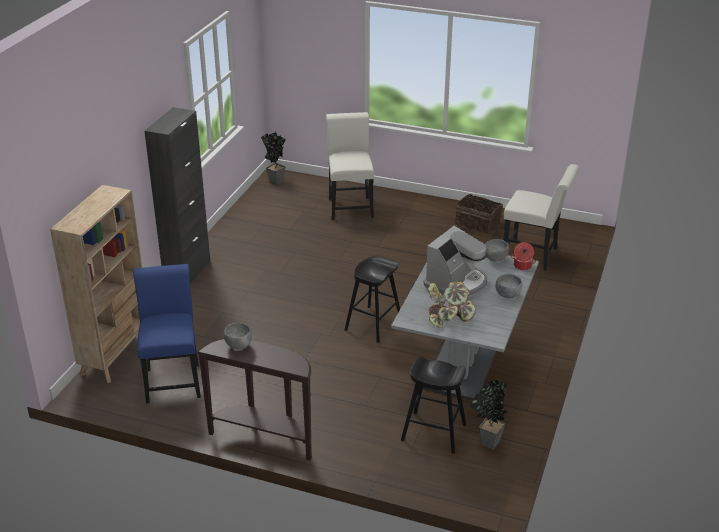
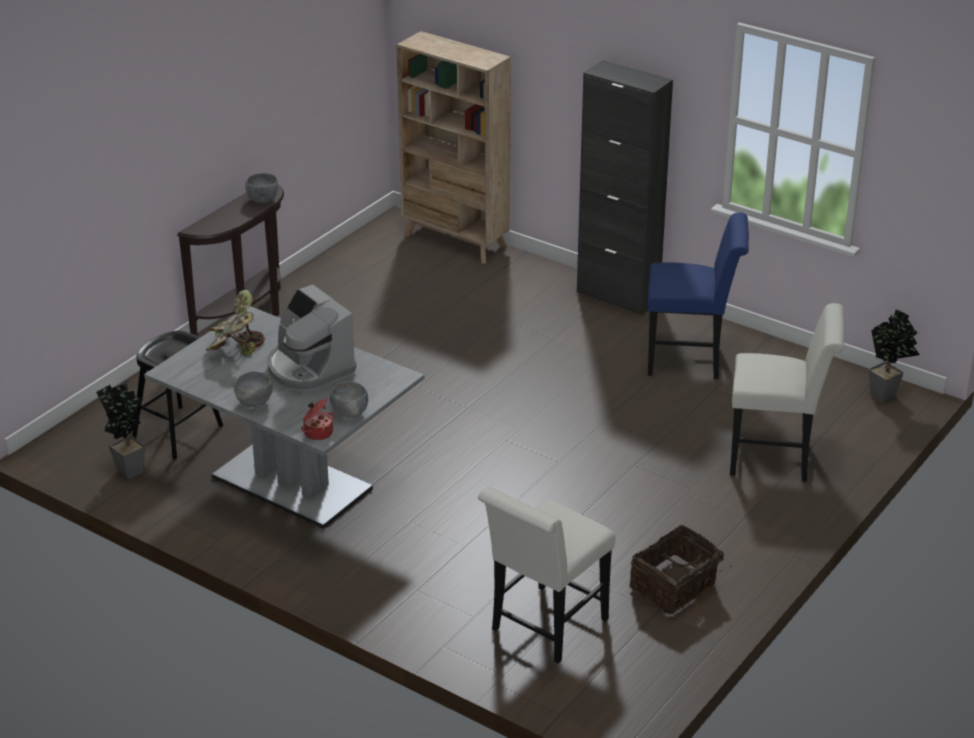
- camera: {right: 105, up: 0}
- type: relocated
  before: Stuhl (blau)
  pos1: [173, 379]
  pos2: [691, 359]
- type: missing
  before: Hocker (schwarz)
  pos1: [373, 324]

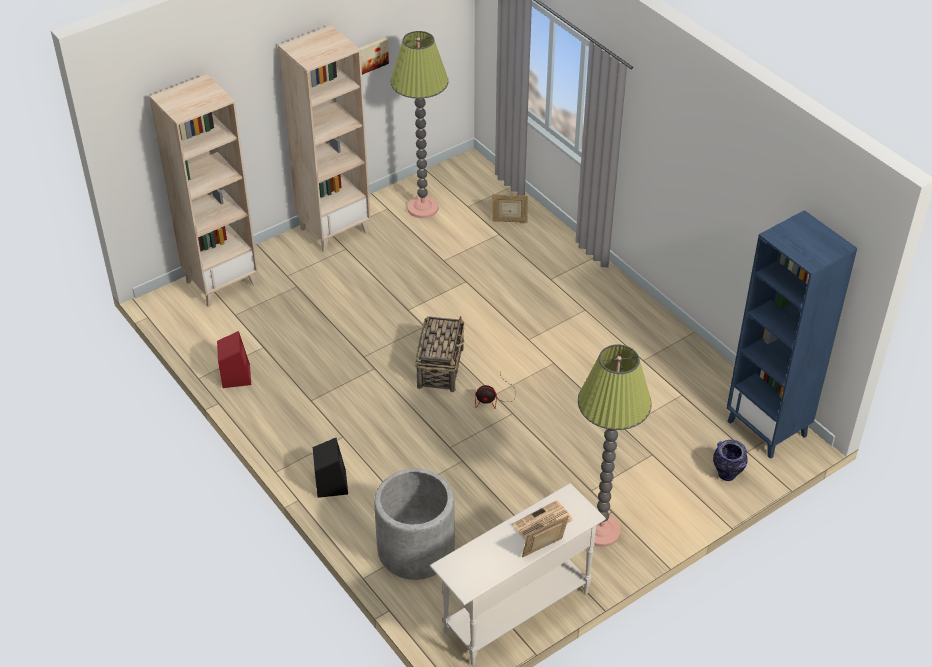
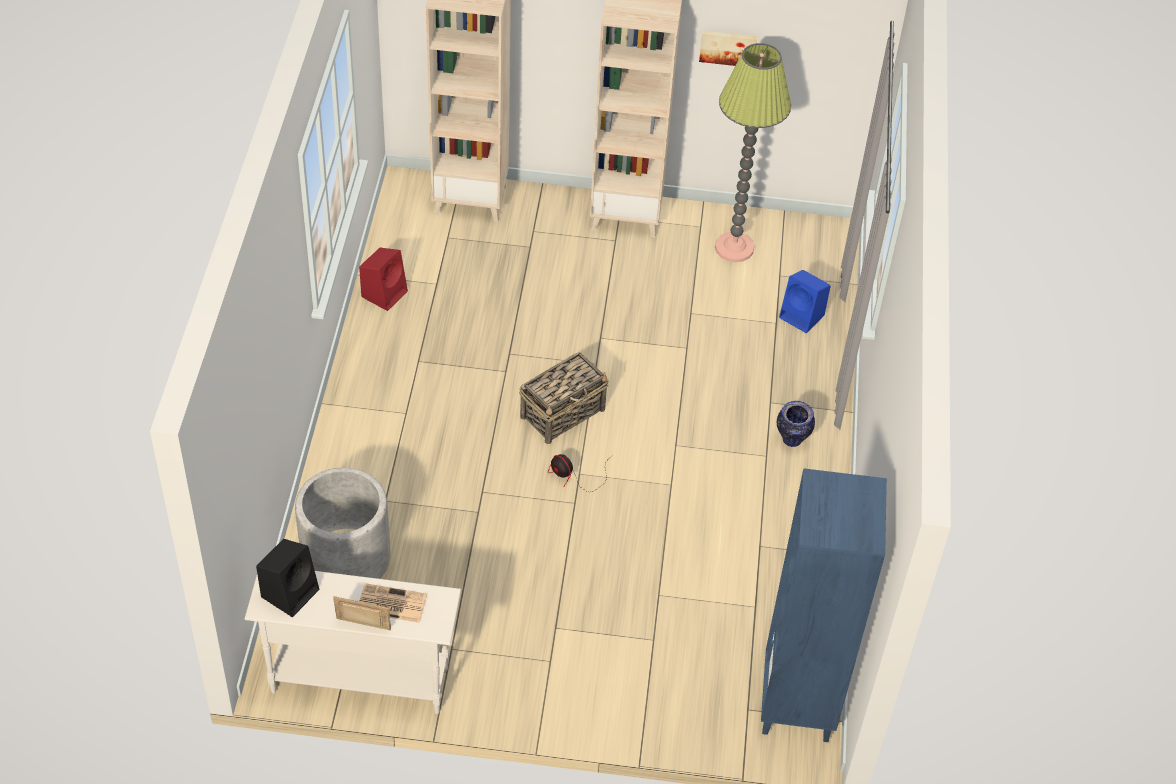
- camera: {right: 40, up: 5}
- type: relocated
  before: Lautsprecher (schwarz)
  pos1: [331, 483]
  pos2: [290, 592]
- type: relocated
  before: Vase
  pos1: [727, 475]
  pos2: [792, 440]
- type: exchanged
  before: Bilderrahmen
  after: Lautsprecher (blau)
  pos1: [509, 220]
  pos2: [803, 316]
- type: missing
  before: Stehlampe
  pos1: [601, 531]

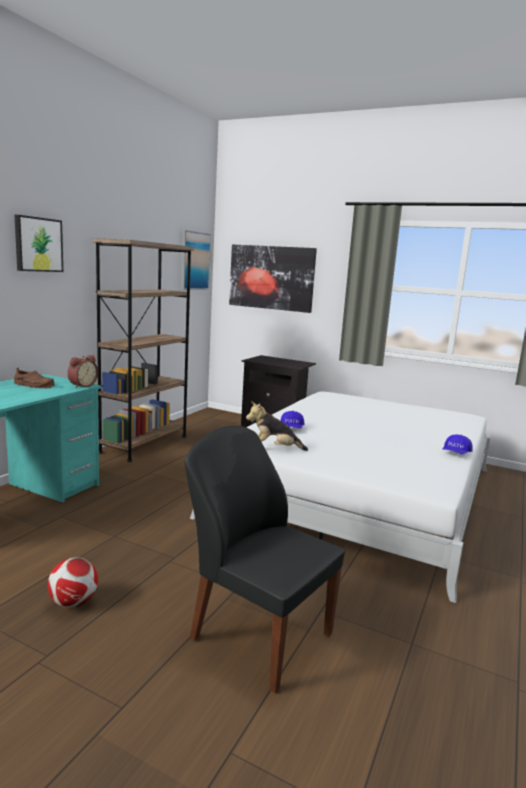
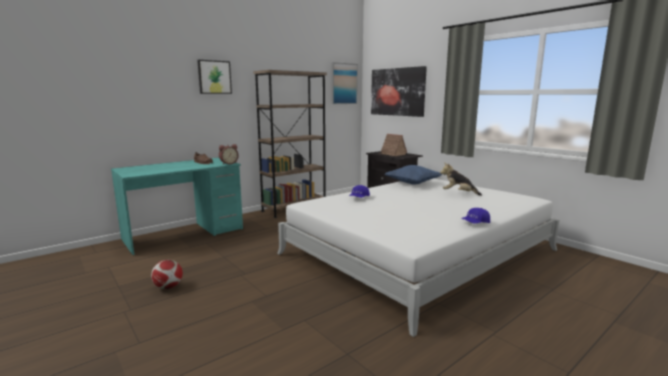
- camera: {right: 25, up: 0}
- type: appeared
  after: Spielzeughaus
  pos2: [392, 154]
- type: appeared
  after: Kissen (blau)
  pos2: [412, 183]
- type: relocated
  before: Plüschtier
  pos1: [274, 449]
  pos2: [458, 193]
- type: missing
  before: Stuhl (schwarz)
  pos1: [258, 634]

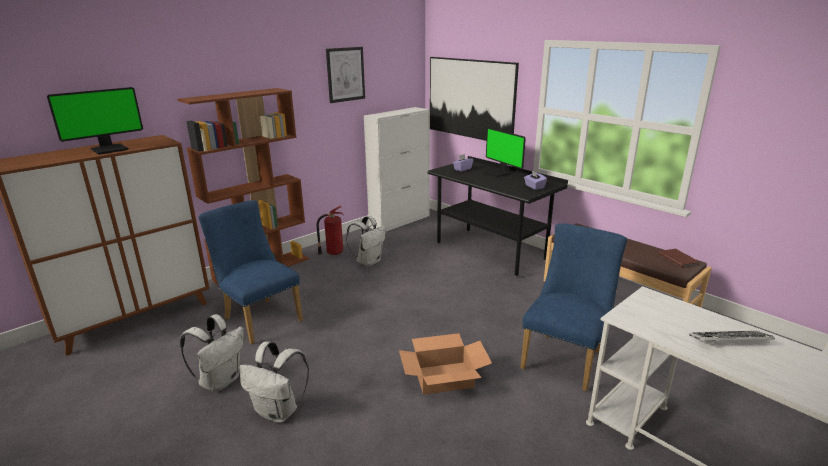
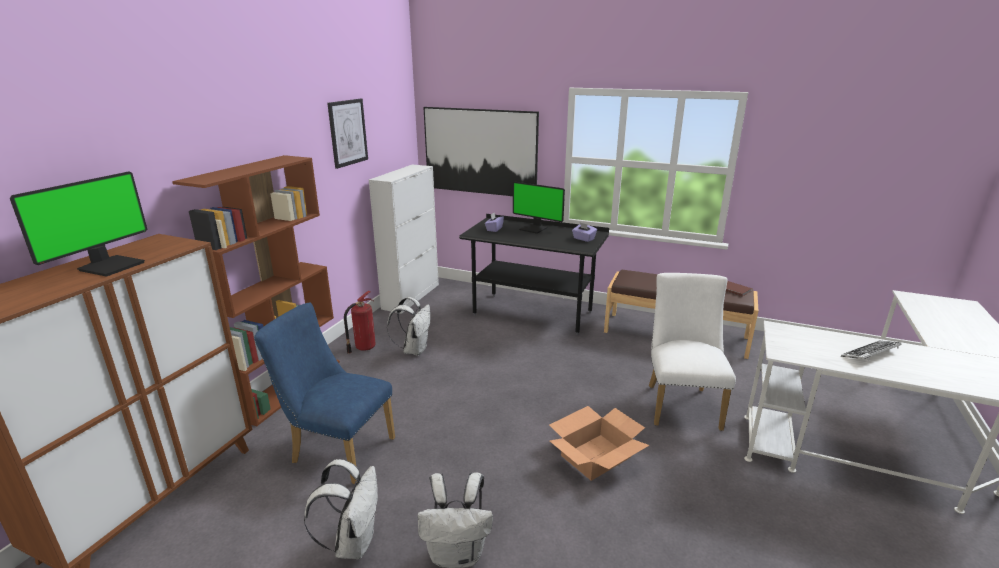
- camera: {right: -25, up: 0}
- type: colour
  before: Stuhl (blau)
  after: Stuhl (weiß)
  pos1: [565, 357]
  pos2: [681, 403]

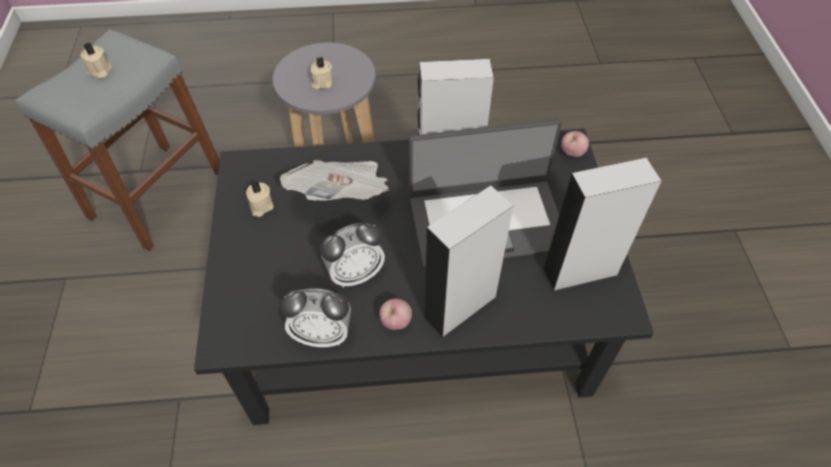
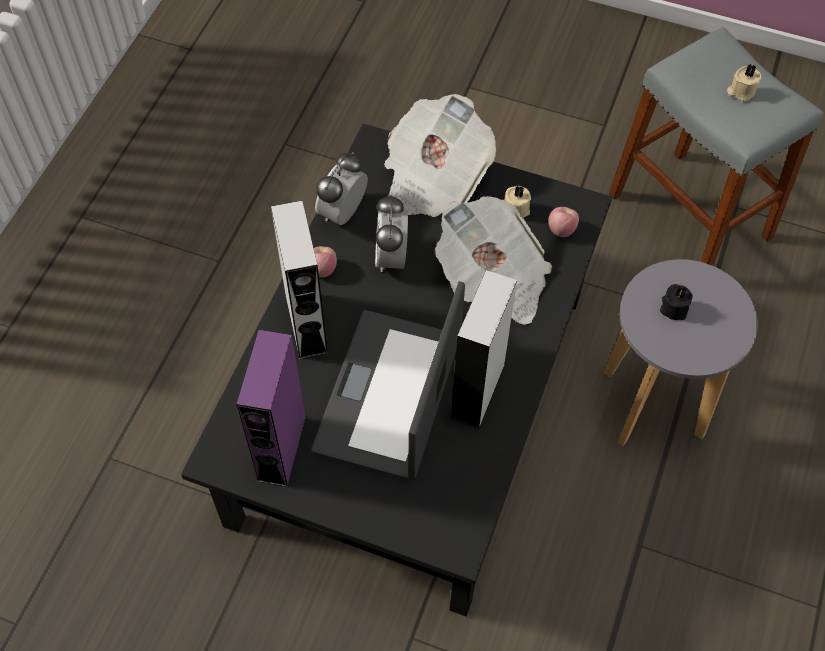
- camera: {right: 115, up: 5}
- type: colour
  before: Lautsprecher (grau)
  after: Lautsprecher (lila)
  pos1: [580, 272]
  pos2: [281, 448]
- type: appeared
  after: Zeitung
  pos2: [433, 179]
- type: relocated
  before: Apfel
  pos1: [572, 153]
  pos2: [561, 229]
- type: colour
  before: Kerze (beige)
  after: Kerze (schwarz)
  pos1: [322, 82]
  pos2: [673, 307]

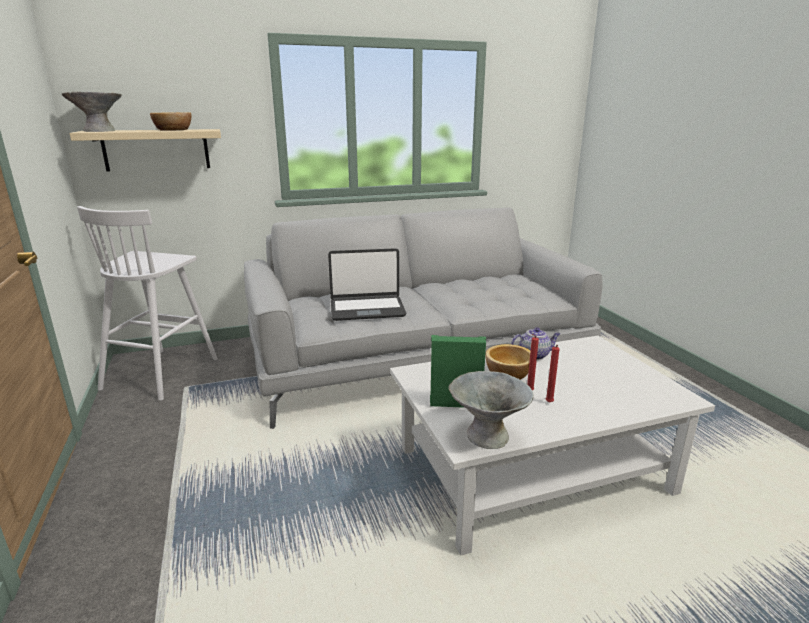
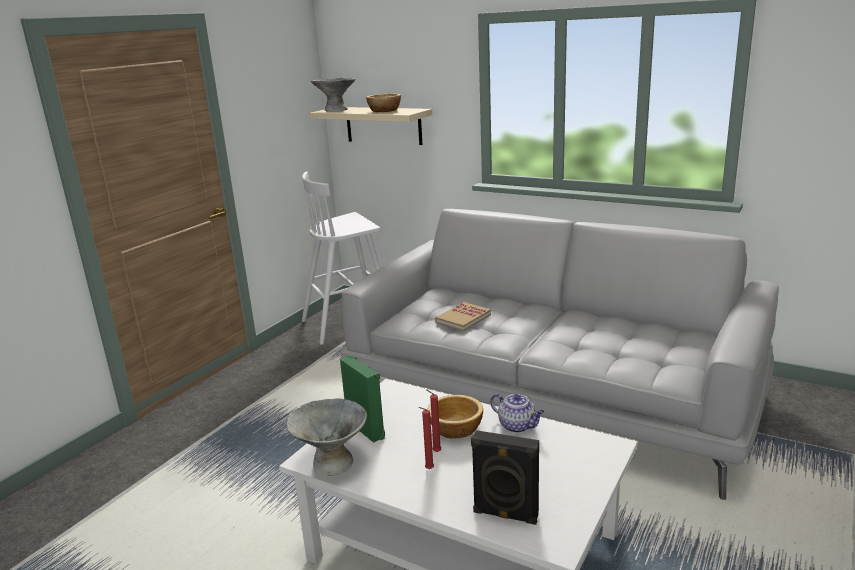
- camera: {right: 50, up: 0}
- type: exchanged
  before: Laptop
  after: Buch
  pos1: [367, 309]
  pos2: [463, 318]
- type: appeared
  after: Lautsprecher (schwarz)
  pos2: [505, 515]

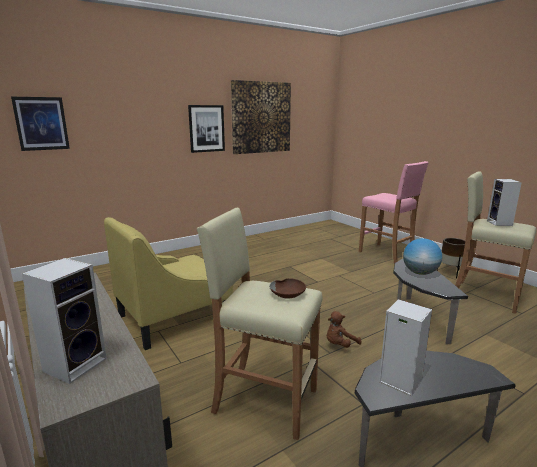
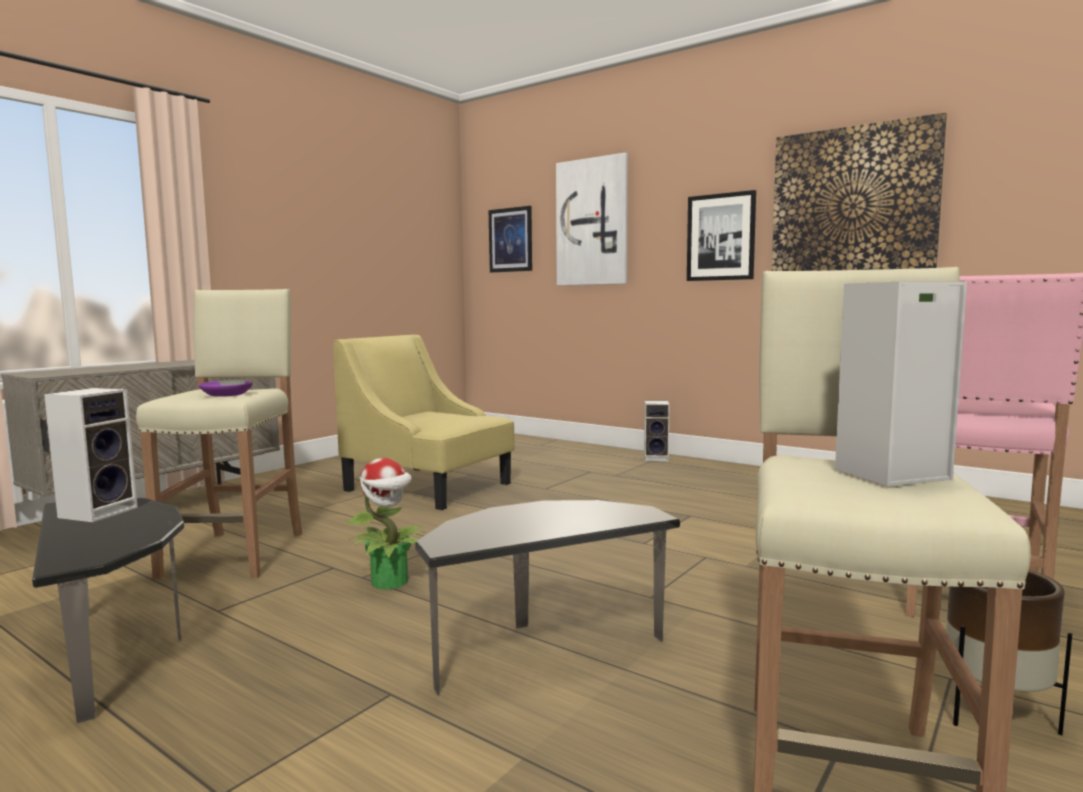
- camera: {right: 70, up: -10}
- type: colour
  before: Schüssel (braun)
  after: Schüssel (lila)
  pos1: [288, 293]
  pos2: [226, 394]
- type: exchanged
  before: Plüschtier (braun)
  after: Topfpflanze
  pos1: [340, 345]
  pos2: [391, 582]
- type: appeared
  after: Bild
  pos2: [592, 222]
- type: relocated
  before: Lautsprecher
  pos1: [76, 363]
  pos2: [657, 458]
- type: missing
  before: Globus
  pos1: [420, 273]

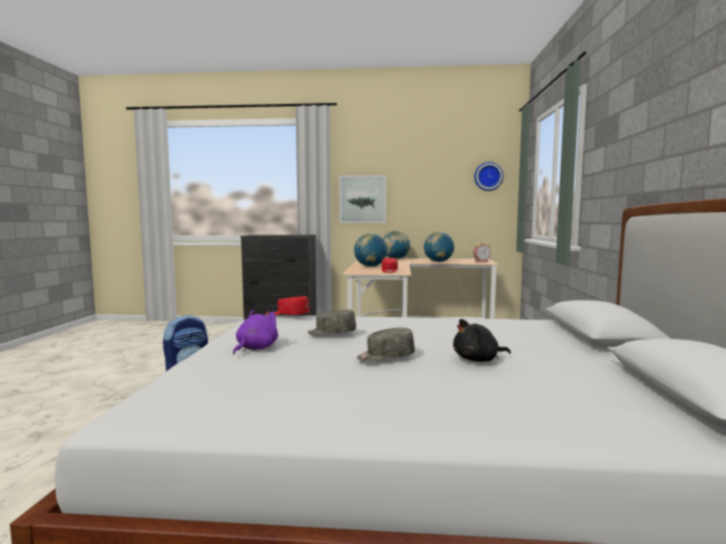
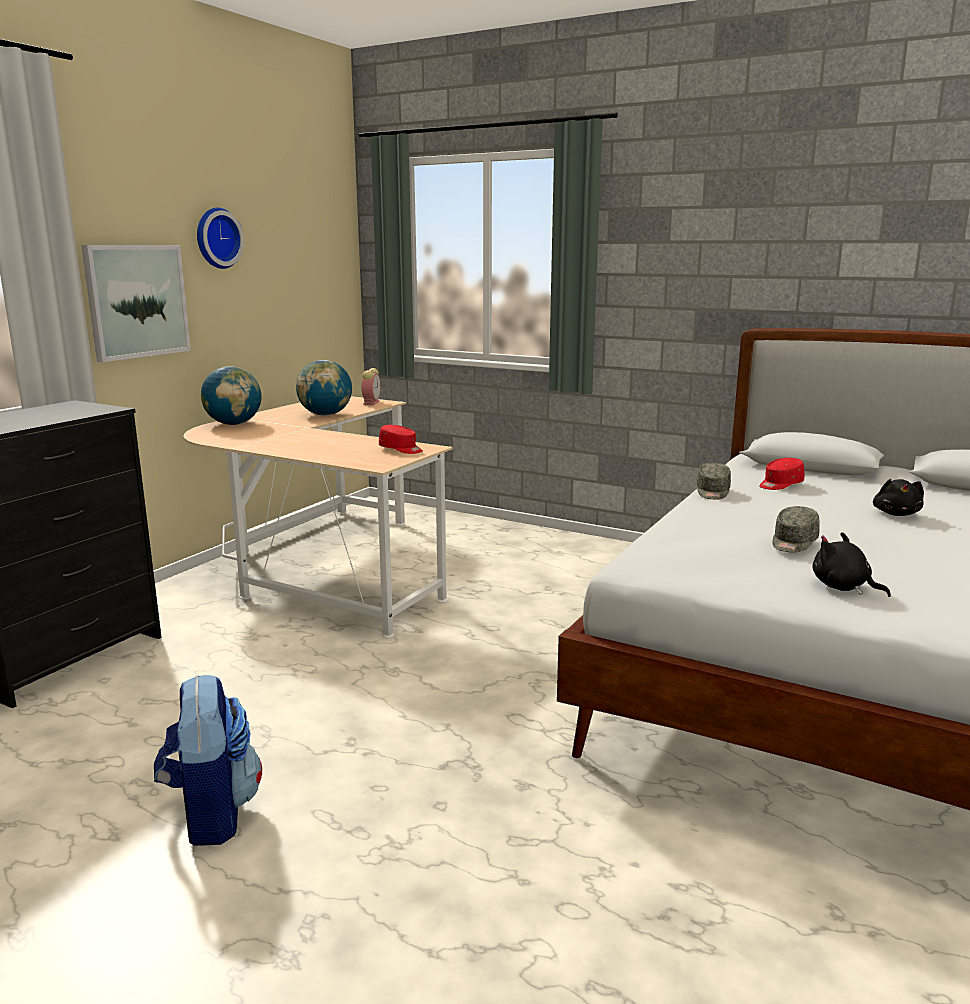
- camera: {right: -65, up: 10}
- type: relocated
  before: Wanduhr
  pos1: [488, 176]
  pos2: [216, 238]
- type: relocated
  before: Kappe (grau)
  pos1: [385, 357]
  pos2: [712, 492]
- type: relocated
  before: Kappe (rot)
  pos1: [290, 315]
  pos2: [780, 485]
- type: colour
  before: Plüschtier (lila)
  after: Plüschtier (schwarz)
  pos1: [255, 348]
  pos2: [843, 587]
- type: missing
  before: Globus
  pos1: [370, 266]

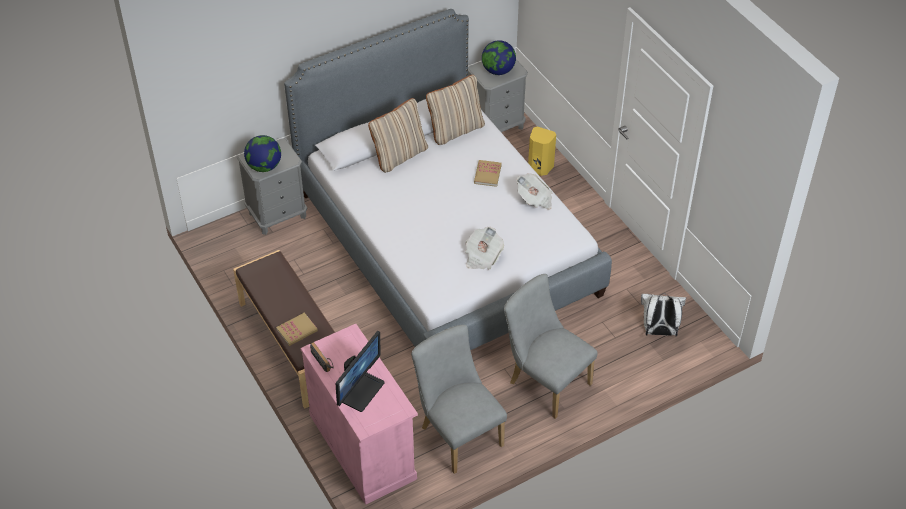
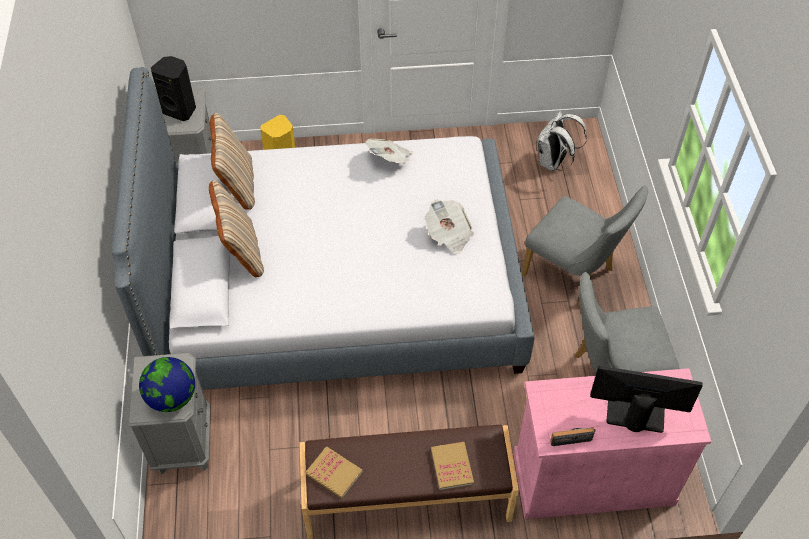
- camera: {right: -65, up: 5}
- type: exchanged
  before: Globus
  after: Lautsprecher (schwarz)
  pos1: [498, 70]
  pos2: [180, 110]
- type: relocated
  before: Buch
  pos1: [487, 174]
  pos2: [334, 473]
- type: spun
  before: Stuhl (grau)
  pos1: [545, 381]
  pos2: [574, 275]
  turn: -120
- type: spun
  before: Monitor
  pos1: [361, 390]
  pos2: [635, 413]
  turn: -45

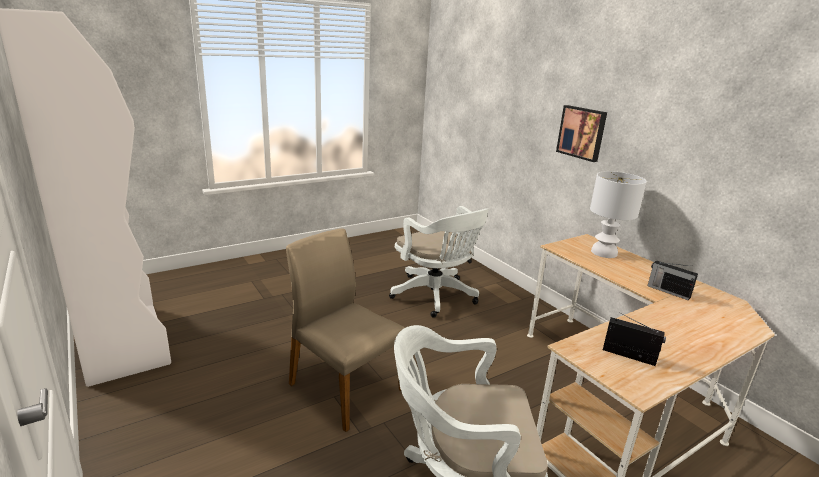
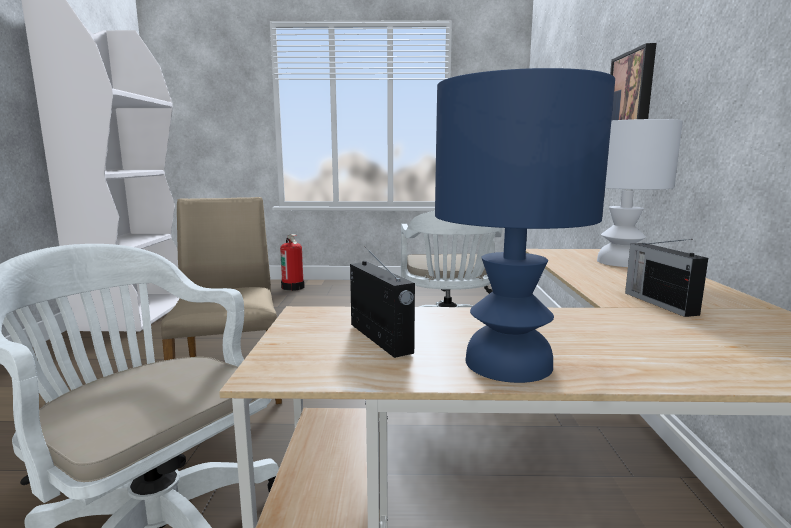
- camera: {right: 35, up: -10}
- type: appeared
  after: Feuerlöscher
  pos2: [293, 287]
- type: appeared
  after: Tischlampe (blau)
  pos2: [506, 364]

